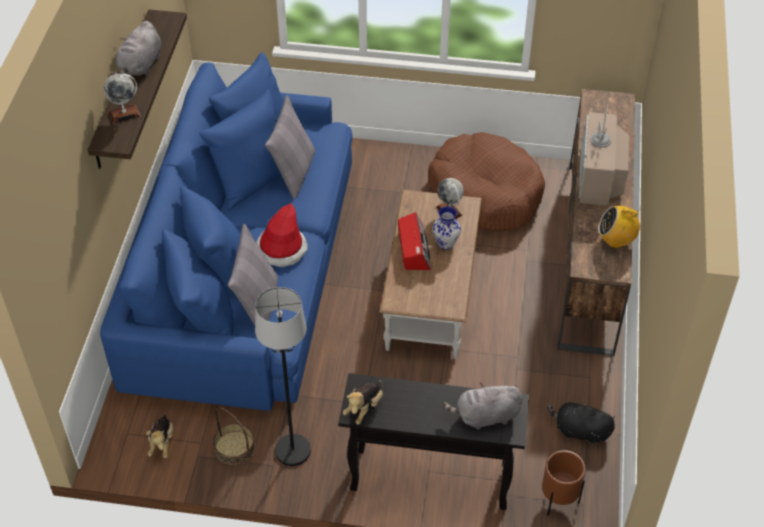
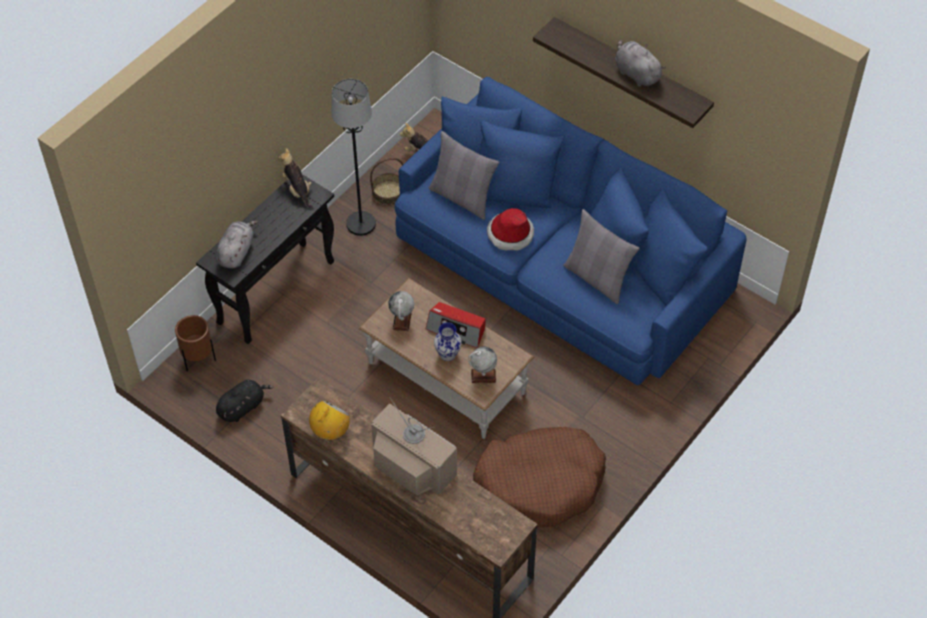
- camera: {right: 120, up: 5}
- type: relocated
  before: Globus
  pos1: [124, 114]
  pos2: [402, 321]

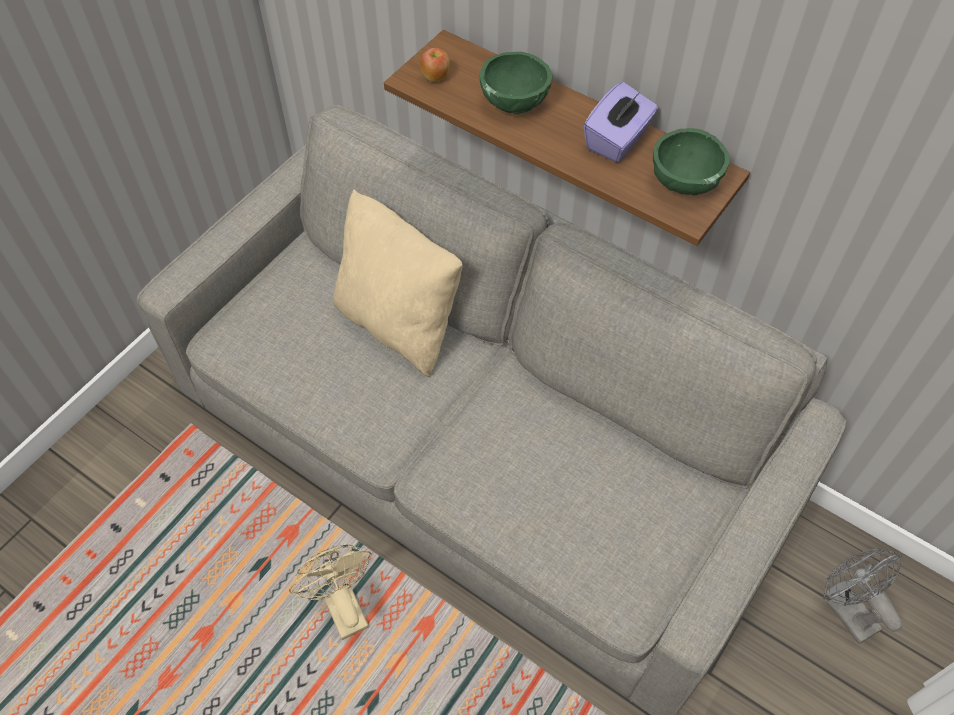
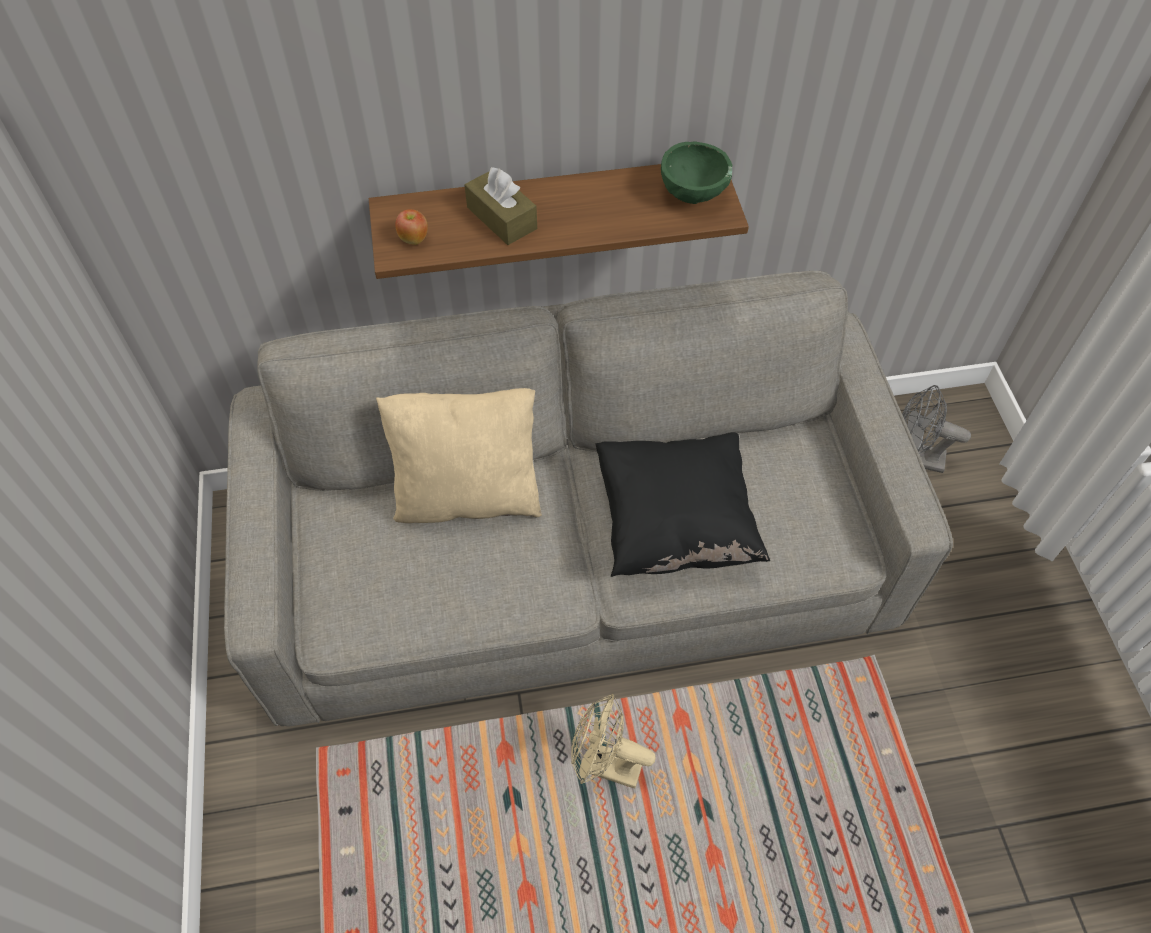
- camera: {right: -45, up: 0}
- type: exchanged
  before: Schüssel (grün)
  after: Taschentuchbox (braun)
  pos1: [514, 103]
  pos2: [502, 218]
- type: appeared
  after: Kissen (schwarz)
  pos2: [675, 523]
- type: missing
  before: Taschentuchbox (lila)
  pos1: [617, 140]

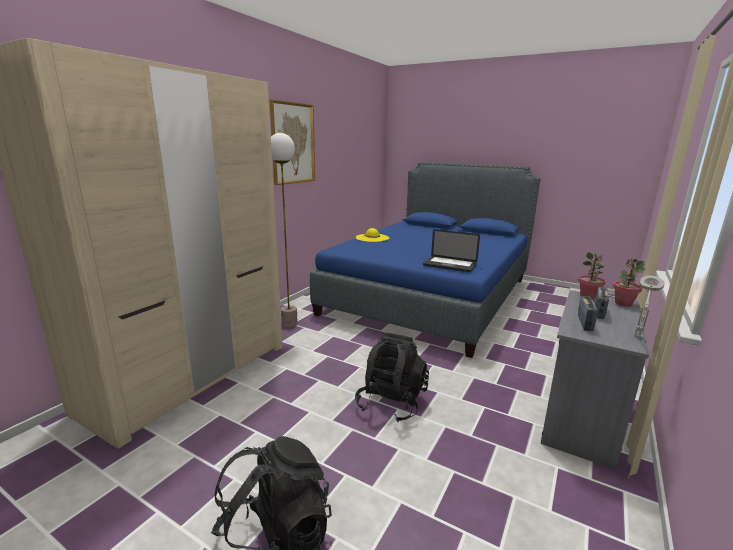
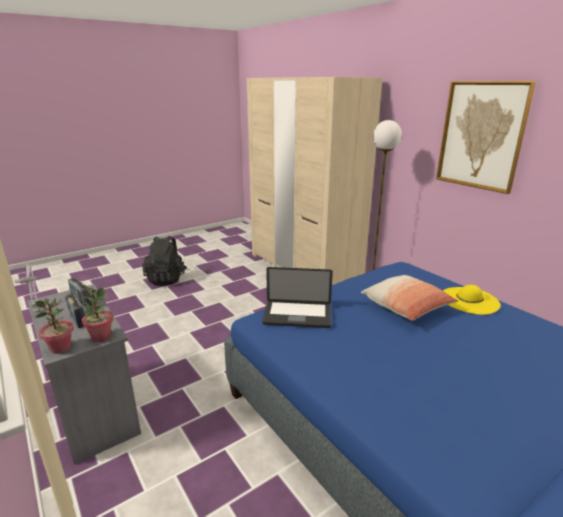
- camera: {right: 115, up: 5}
- type: spun
  before: Laptop
  pos1: [449, 265]
  pos2: [297, 315]
  turn: -135
- type: appeared
  after: Kissen
  pos2: [406, 307]
- type: missing
  before: Rucksack (schwarz)
  pos1: [391, 402]

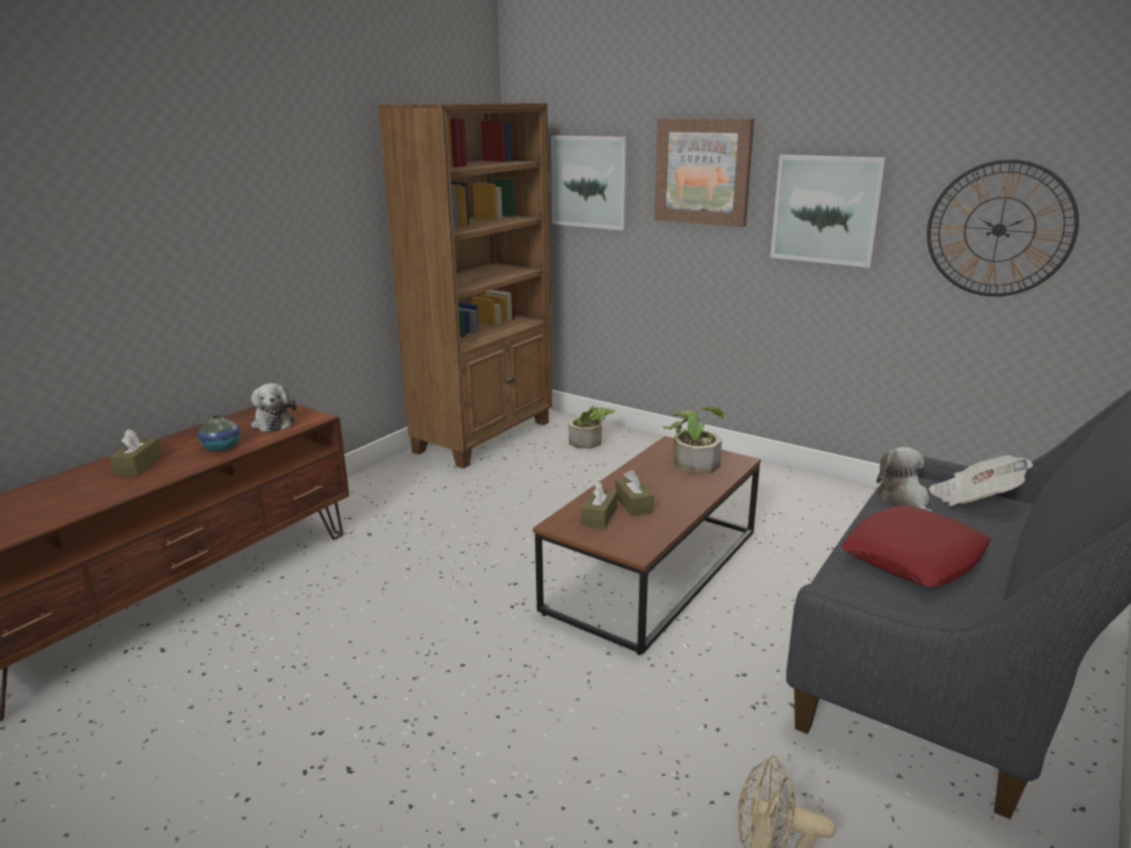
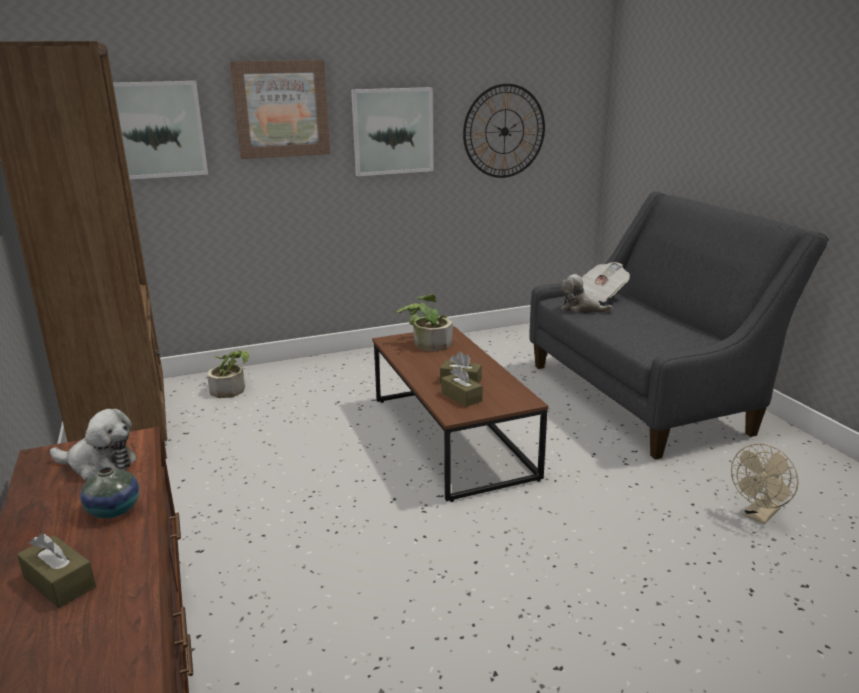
- camera: {right: -55, up: 0}
- type: missing
  before: Kissen (rot)
  pos1: [914, 557]

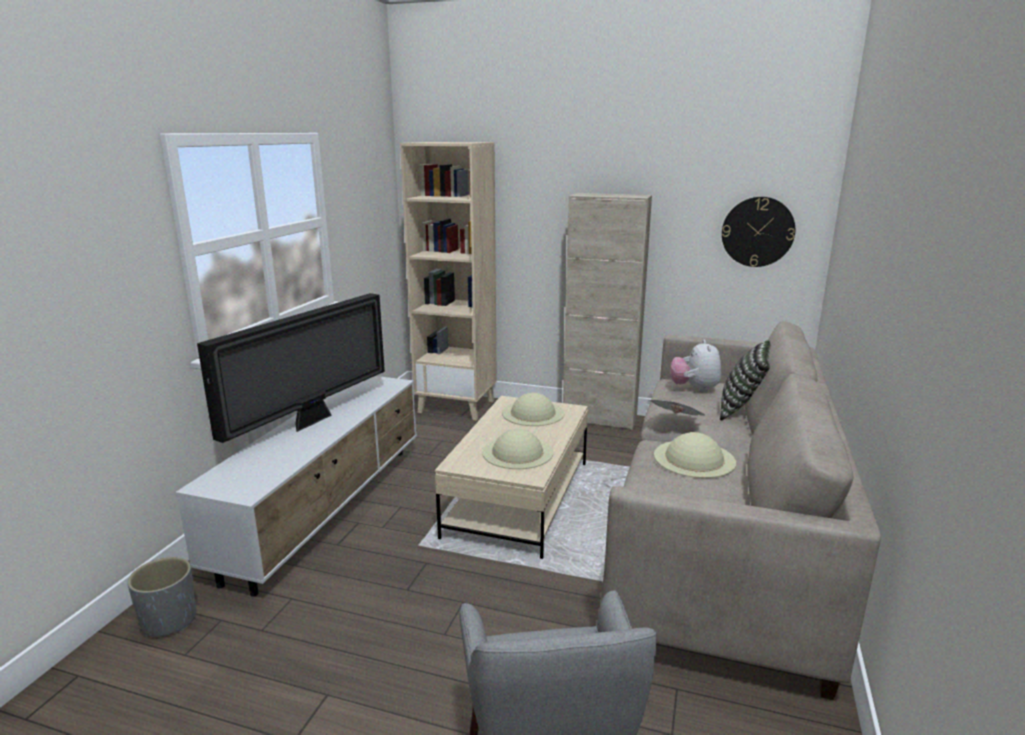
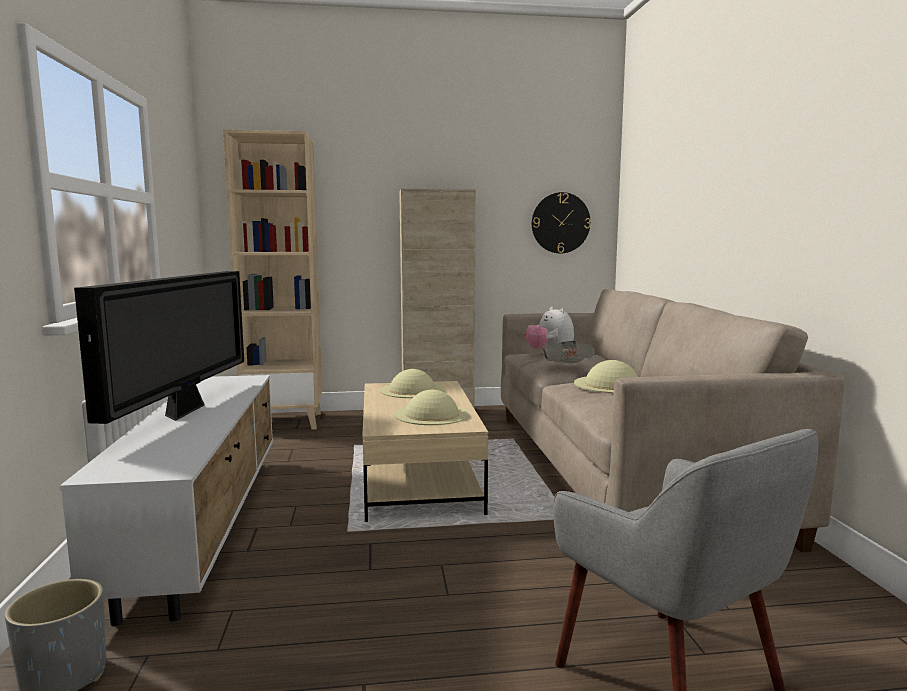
- camera: {right: -25, up: -10}
- type: missing
  before: Kissen
  pos1: [742, 409]

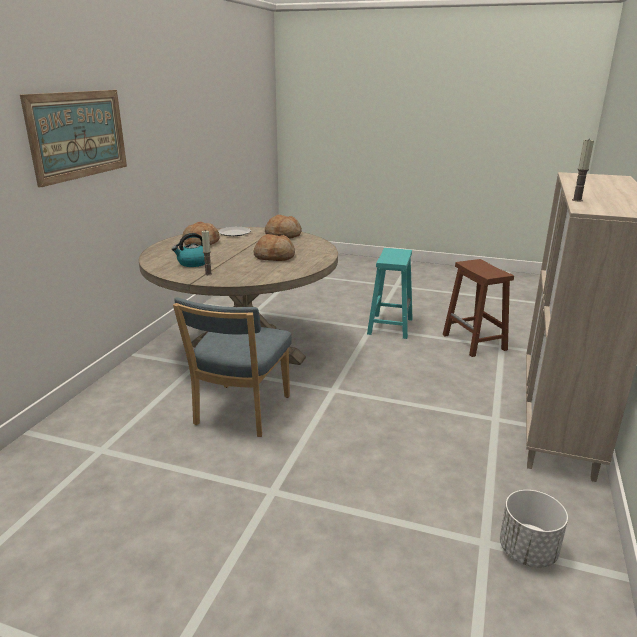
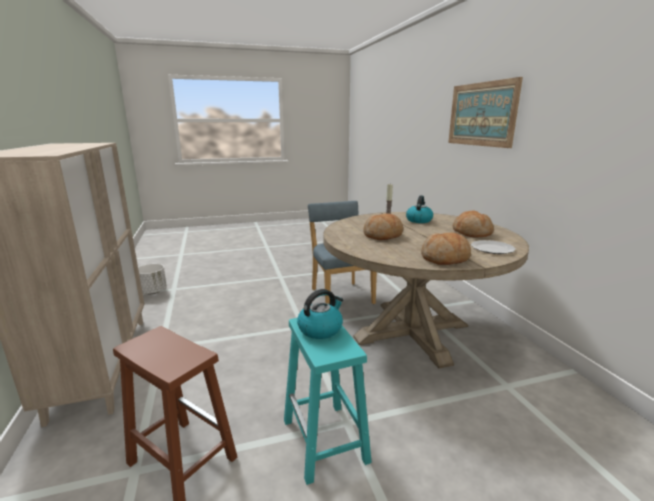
- camera: {right: 145, up: -5}
- type: appeared
  after: Wasserkessel
  pos2: [320, 329]
- type: missing
  before: Kerze
  pos1: [577, 200]

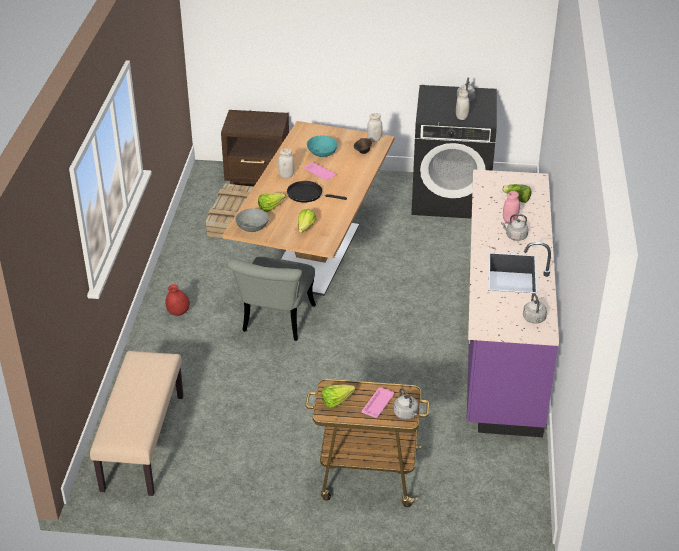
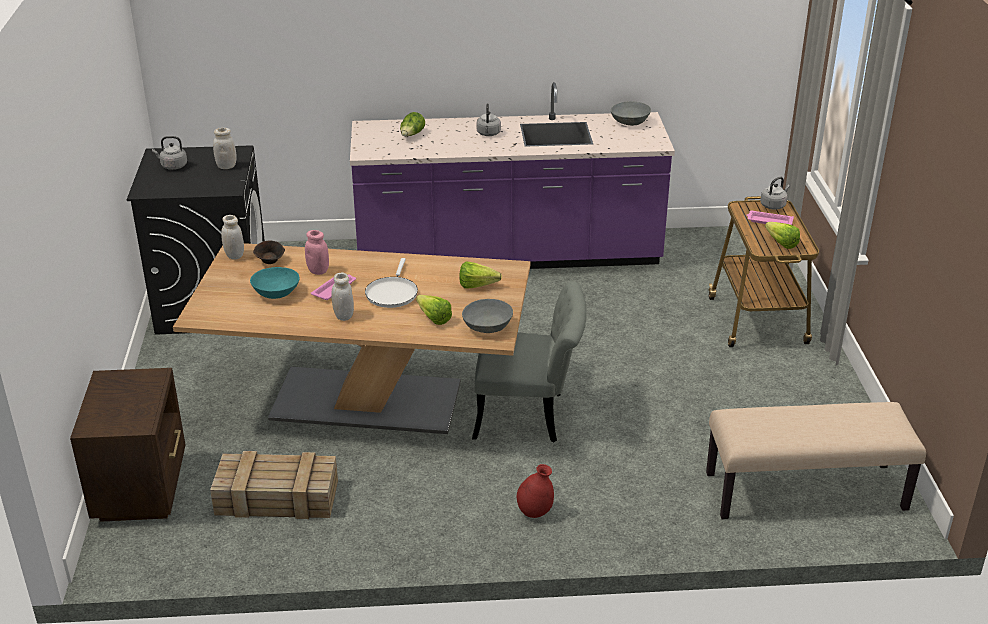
- camera: {right: -100, up: -5}
- type: relocated
  before: Vorratsglas (rosa)
  pos1: [510, 220]
  pos2: [318, 271]
- type: colour
  before: Pfanne (schwarz)
  after: Pfanne (weiß)
  pos1: [307, 194]
  pos2: [392, 293]
- type: exchanged
  before: Wasserkessel (grau)
  after: Schüssel (grau)
  pos1: [534, 319]
  pos2: [630, 122]

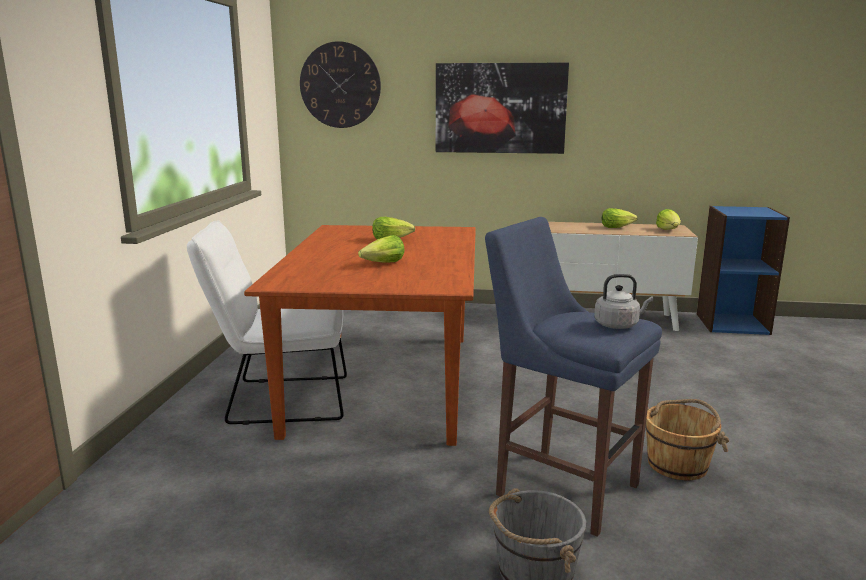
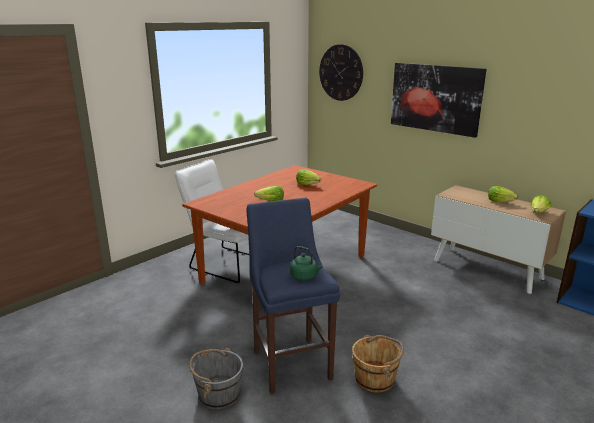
- camera: {right: 35, up: 5}
- type: colour
  before: Wasserkessel (grau)
  after: Wasserkessel (grün)
  pos1: [618, 325]
  pos2: [305, 277]

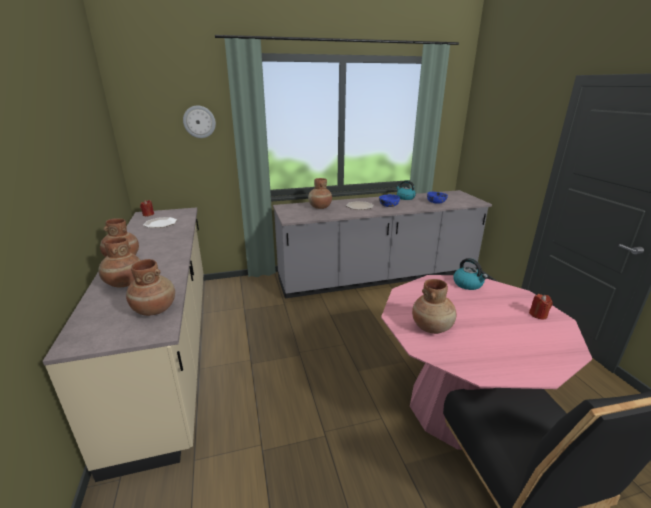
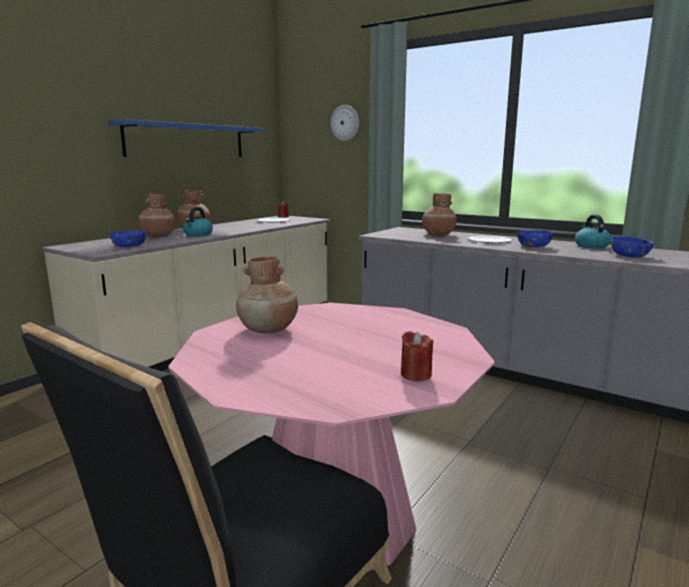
- camera: {right: 50, up: -10}
- type: appeared
  after: Wandregal (blau)
  pos2: [187, 141]
- type: exchanged
  before: Vase (braun)
  after: Schüssel (blau)
  pos1: [155, 309]
  pos2: [129, 246]
- type: relocated
  before: Wasserkessel
  pos1: [468, 284]
  pos2: [198, 234]

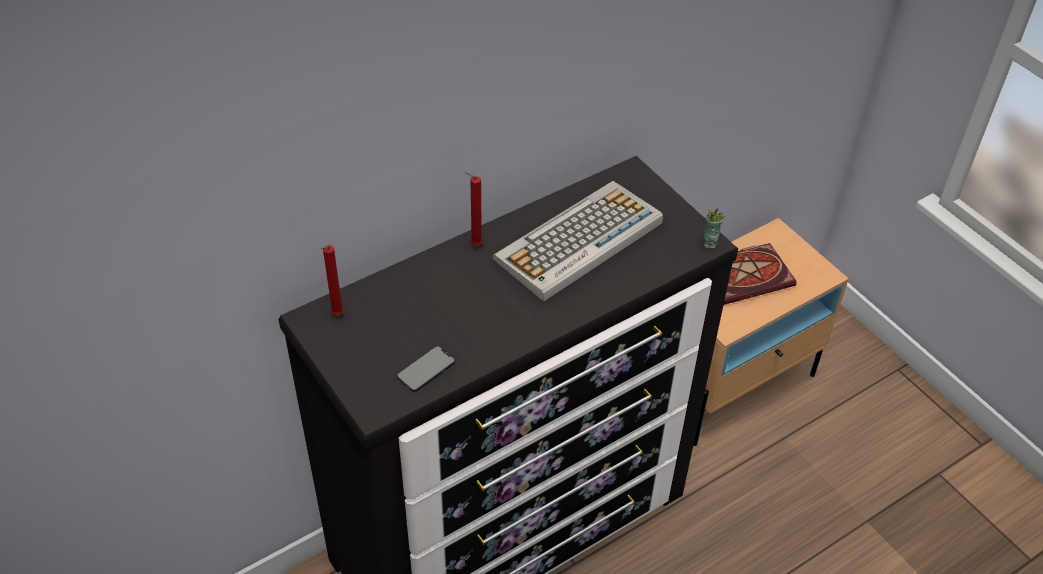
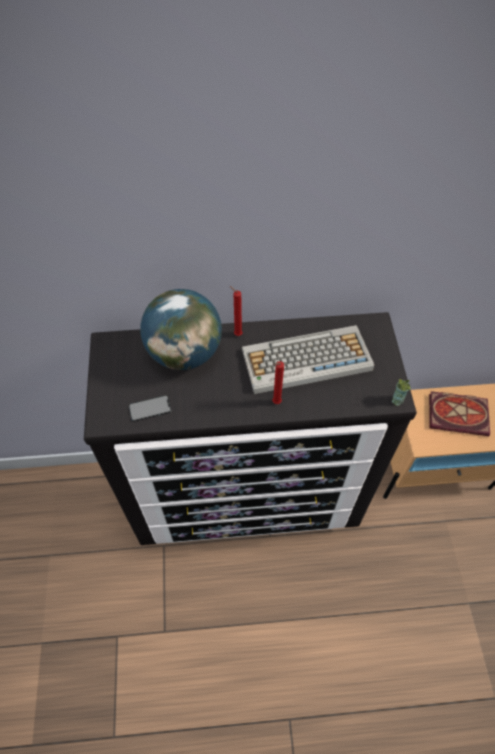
- camera: {right: 30, up: 10}
- type: appeared
  after: Globus
  pos2: [184, 352]
- type: relocated
  before: Kerze (rot)
  pos1: [336, 315]
  pos2: [275, 403]

